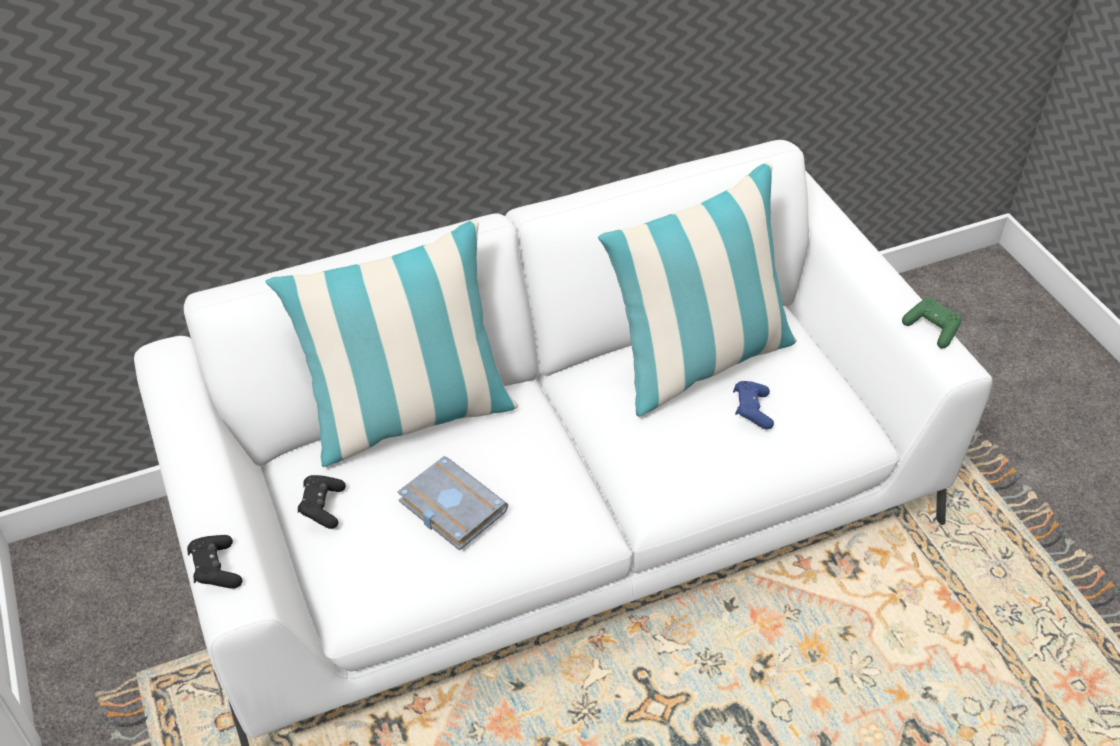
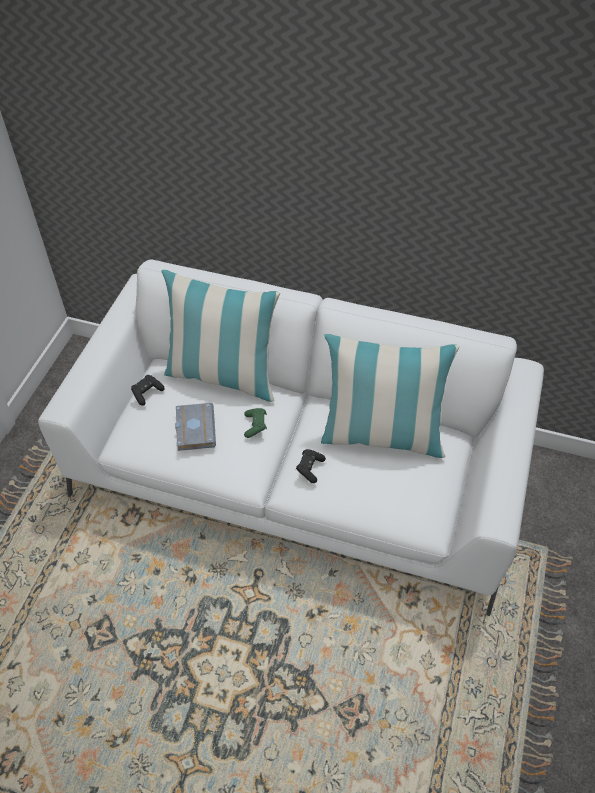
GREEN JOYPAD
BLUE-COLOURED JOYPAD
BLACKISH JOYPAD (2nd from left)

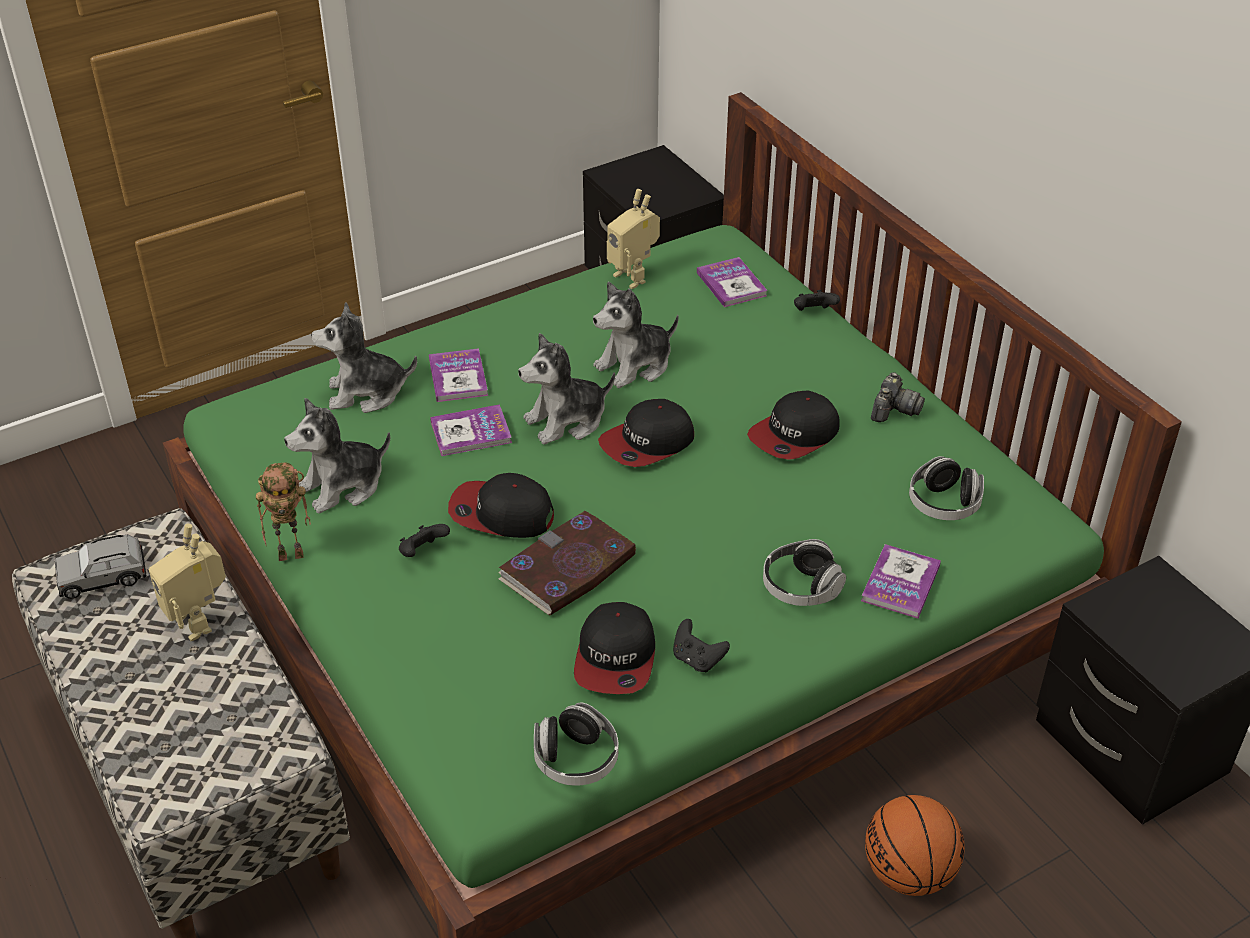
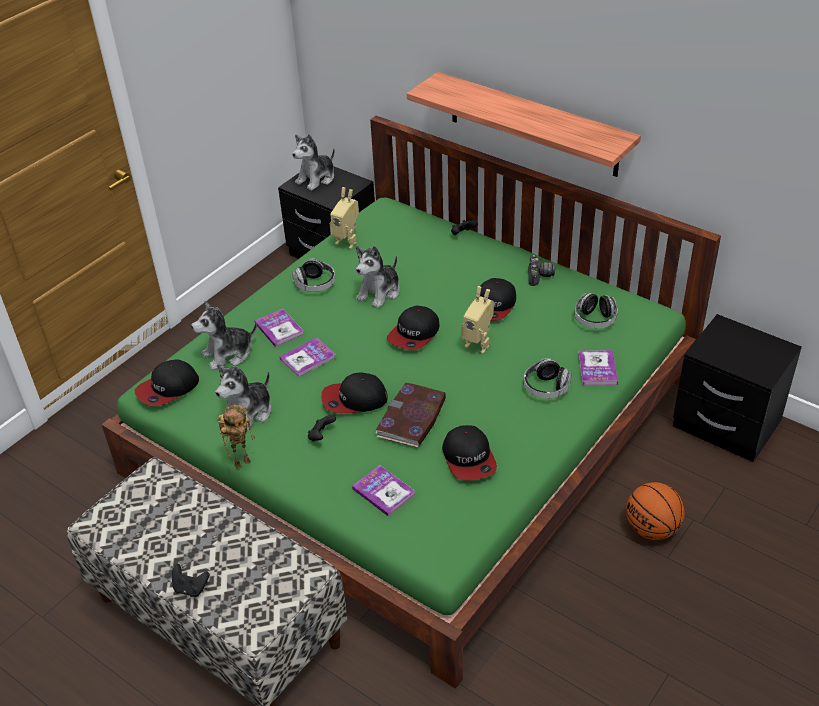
BOOK (3rd from left)
PLUSH TOY (3rd from left)
MODEL ROBOT (3rd from left)
GREY TOY CAR
BLACKISH JOYPAD (1st from left)
PAIR OF HEADPHONES (1st from left)
BRACKET SHELF
CAP (1st from left)

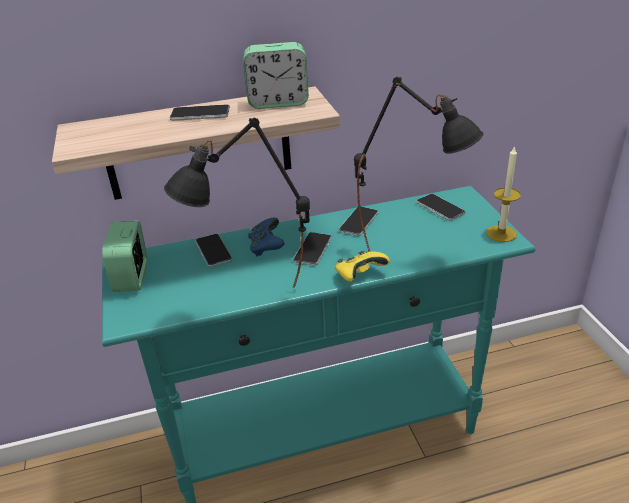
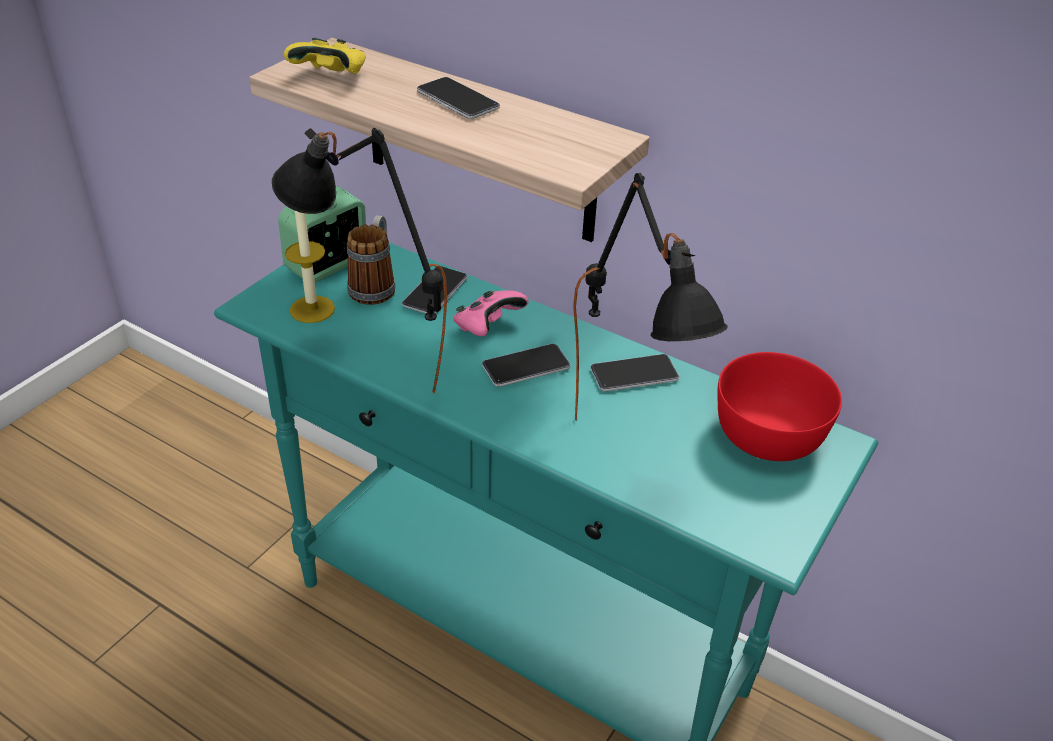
BEDSIDE CLOCK (2nd from left in the first image)
WAX LIGHT
RED-COLOURED DEEP DISH
PINKISH JOYPAD
YELLOW-COLOURED JOYPAD
MUG

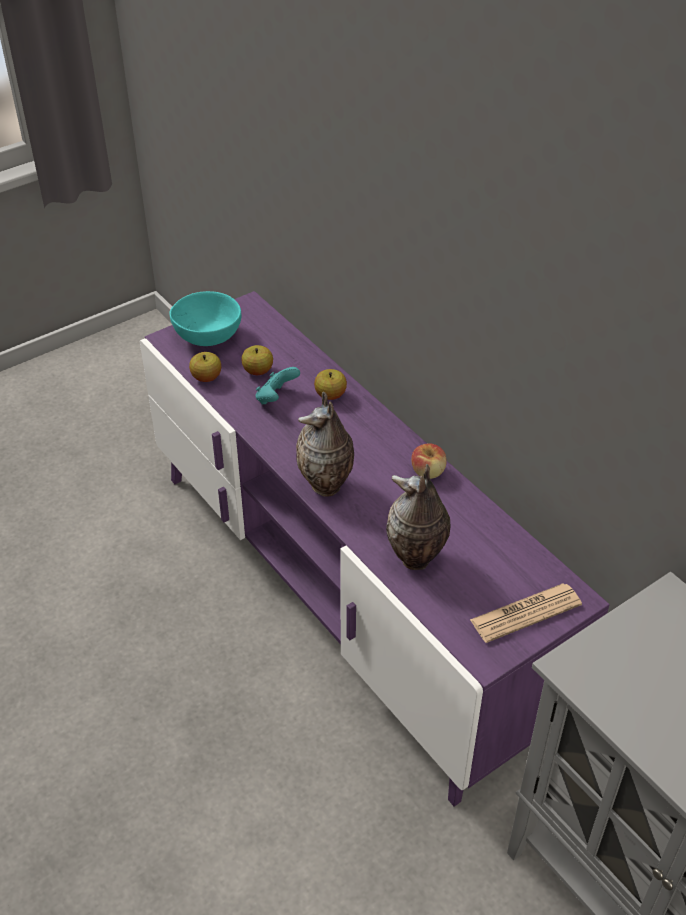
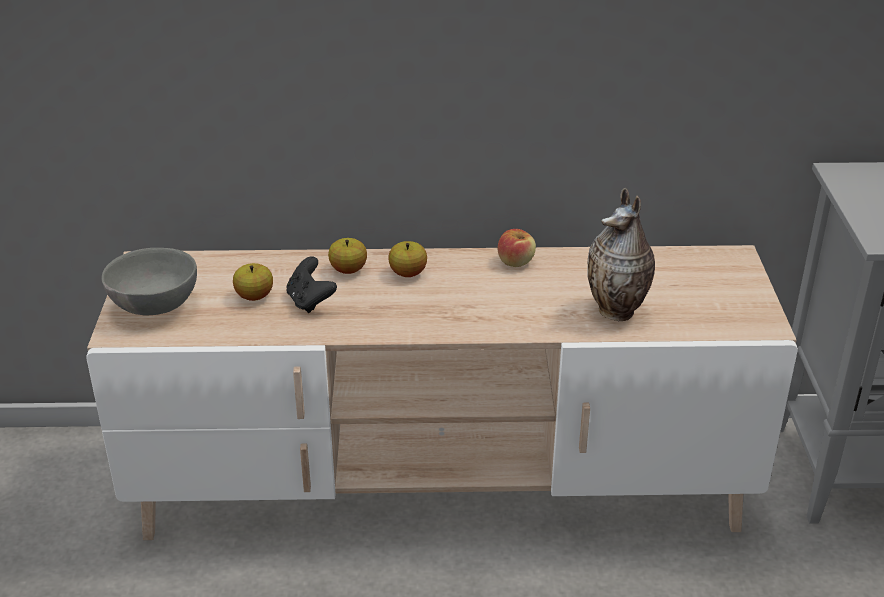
BEIGE TV STAND
GREY DEEP DISH
WHOLE APPLE (3rd from left)
BLACKISH JOYPAD
FLOWER VASE (1st from left in the first image)
NEWSPAPER

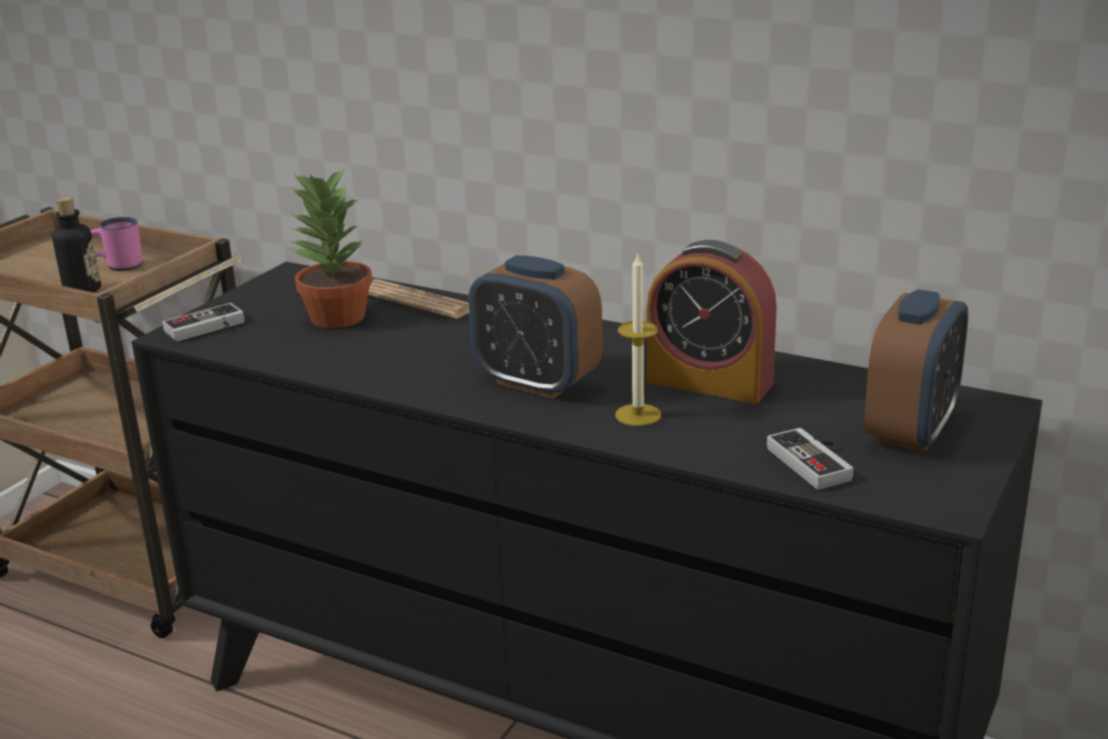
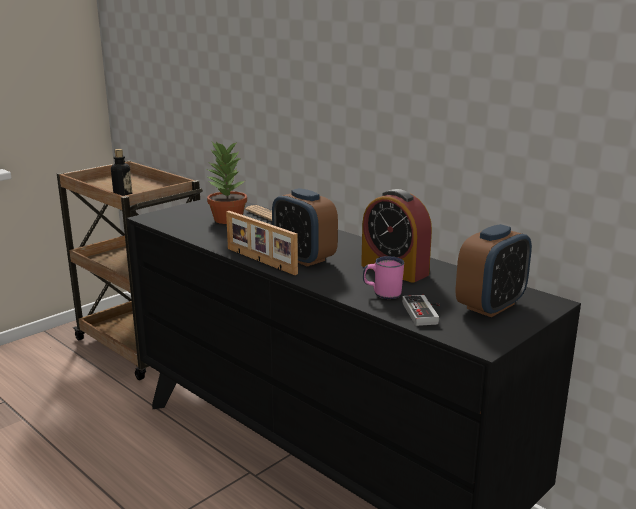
PINKISH MUG
WAX LIGHT
JOYPAD (1st from left in the first image)
PICTURE FRAME

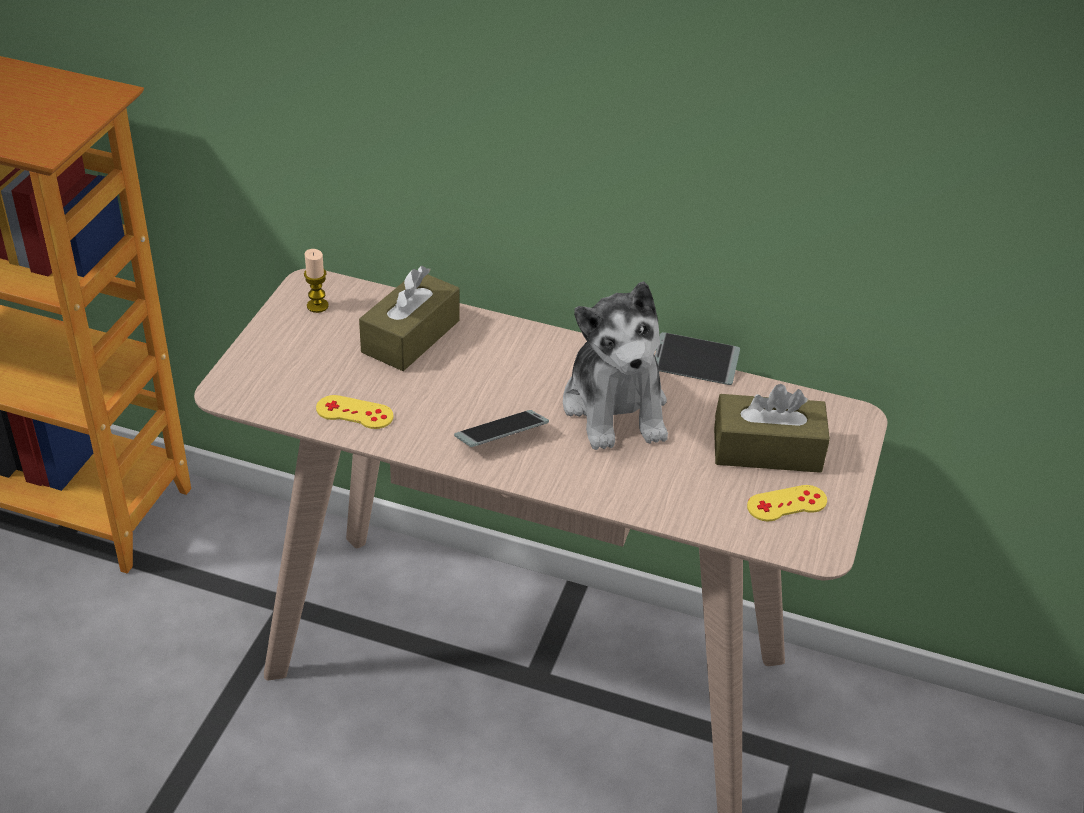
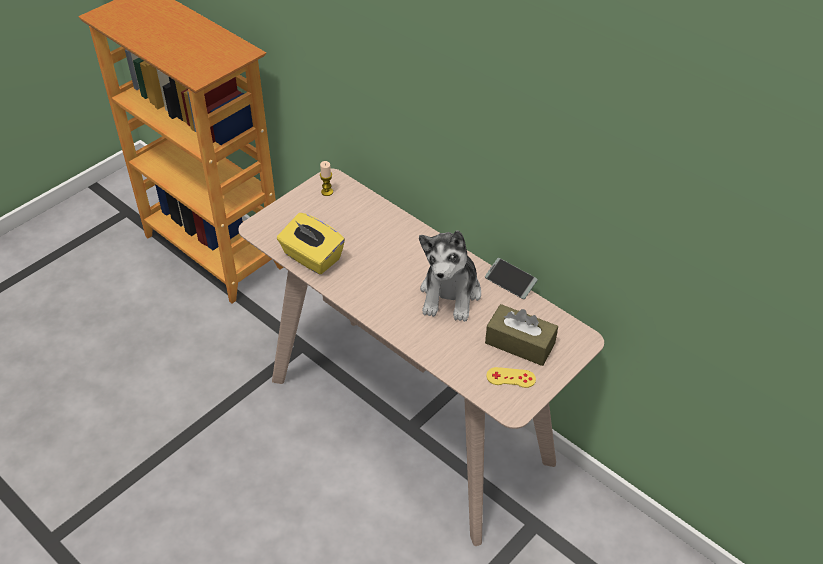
BROWNISH BOX OF TISSUES (1st from left in the first image)
YELLOW-COLOURED BOX OF TISSUES
HANDSET (1st from left in the first image)

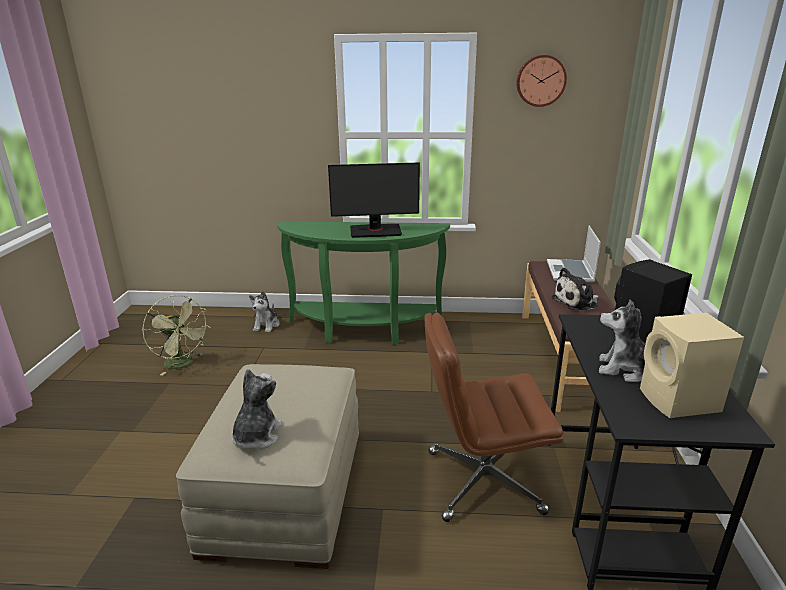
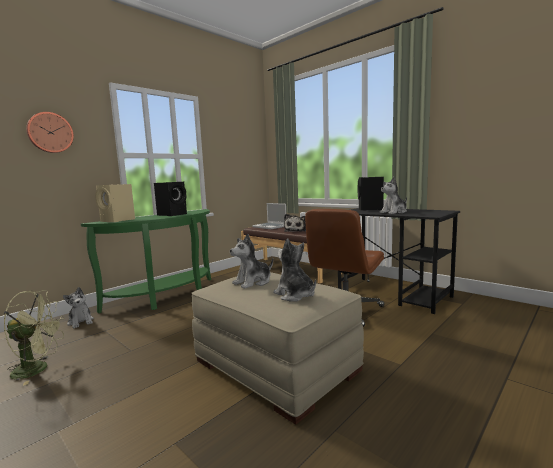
HANGING CLOCK
BLACKISH AUDIO SPEAKER (1st from left)
BEIGE AUDIO SPEAKER
PLUSH TOY (2nd from left)

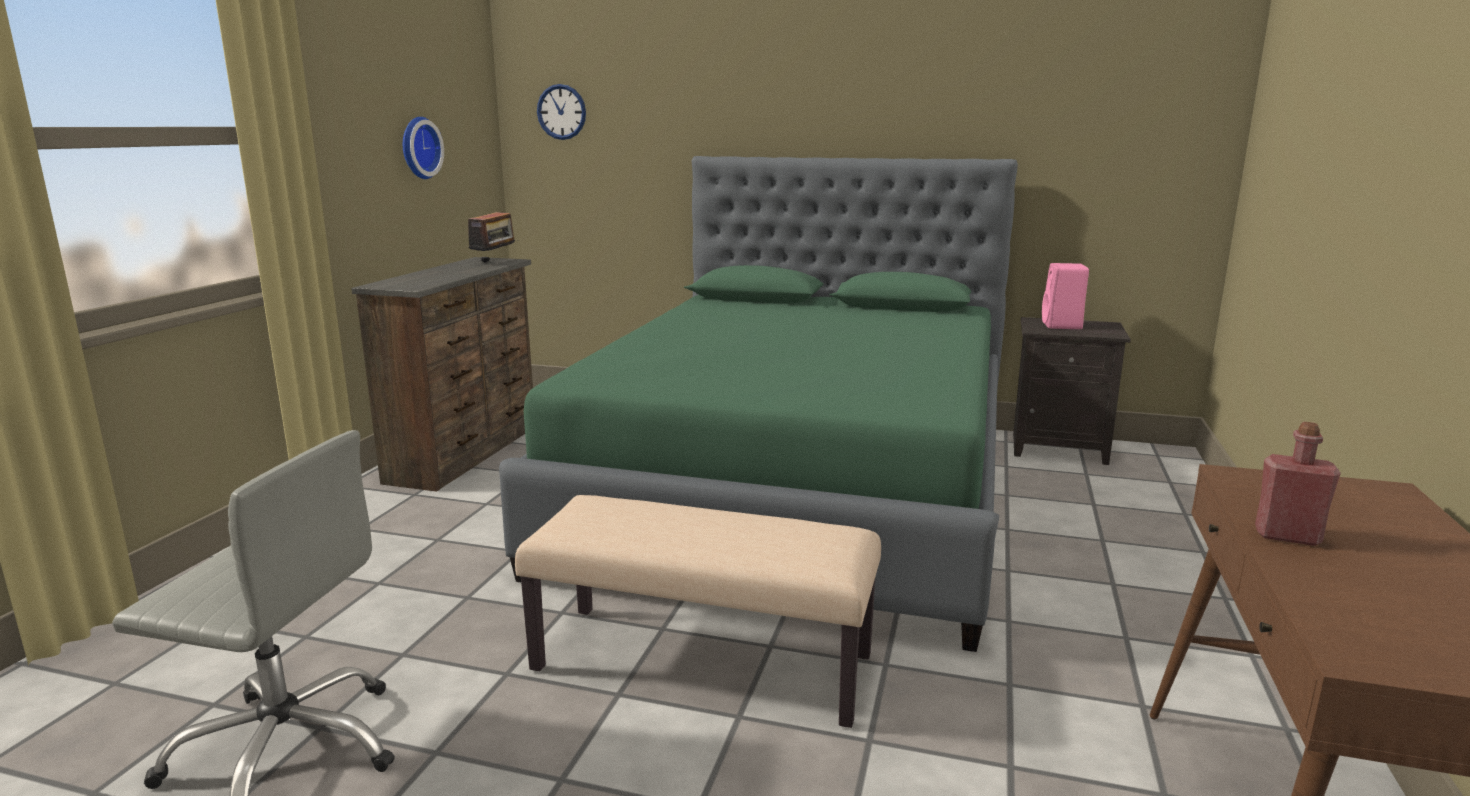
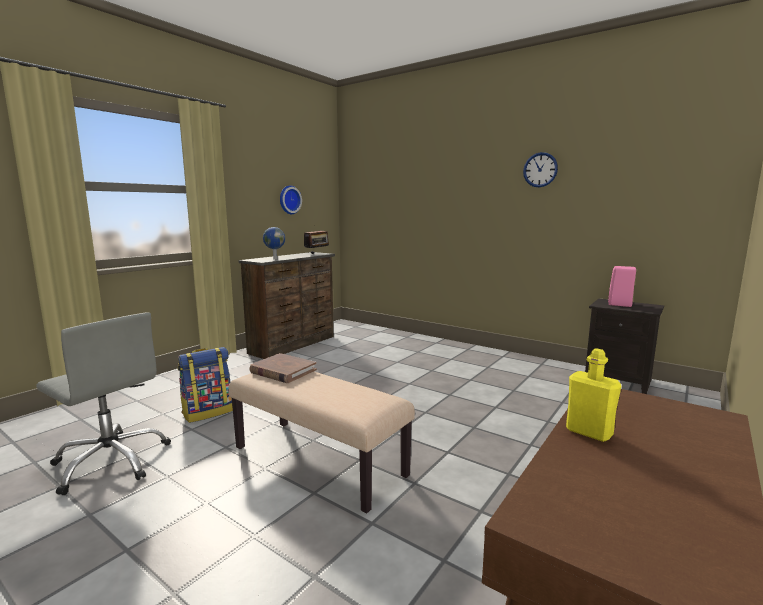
HANGING CLOCK (2nd from left)
GREEN SLEEPING BED
YELLOW-COLOURED BEVERAGE BOTTLE
DESK GLOBE
BACKPACK
BROWNISH BOOK

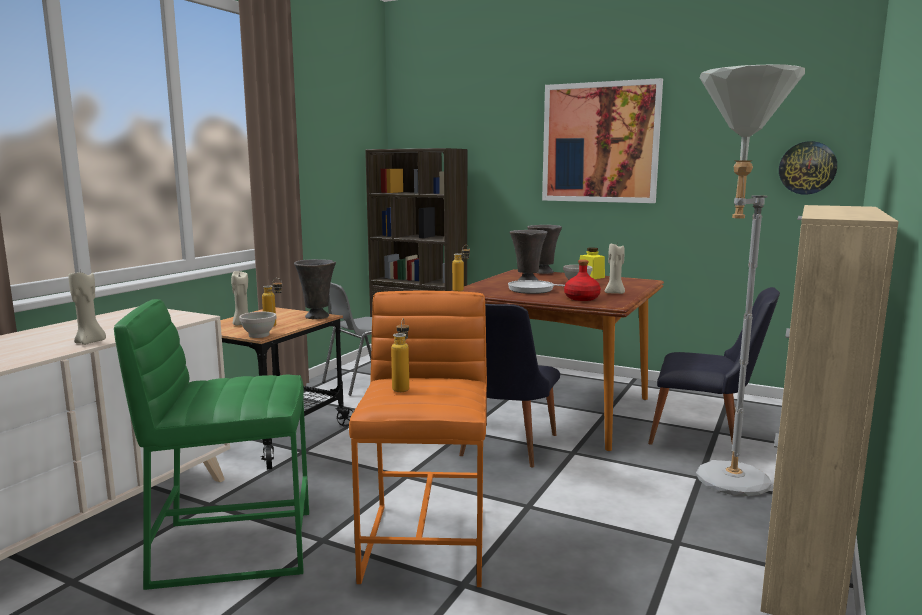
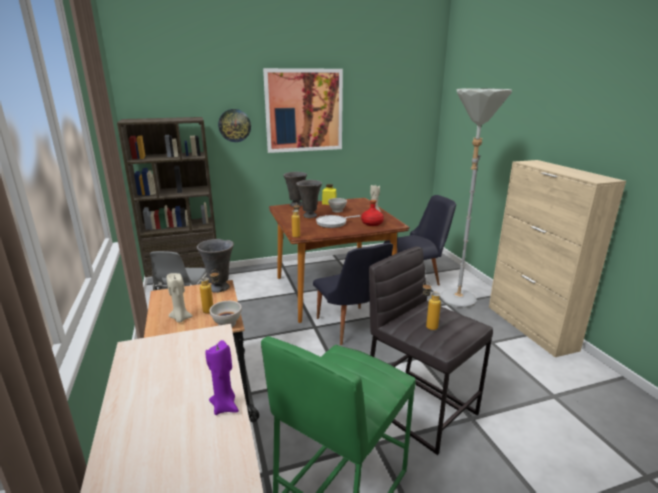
HANGING CLOCK
PURPLE-COLOURED WAX LIGHT
GREY STOOL SEAT

